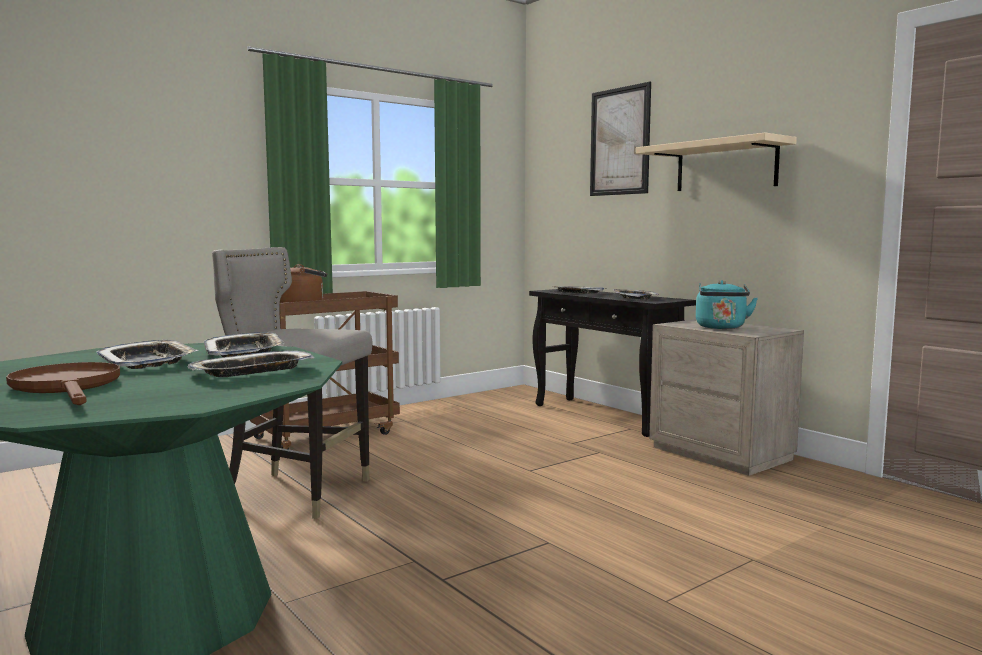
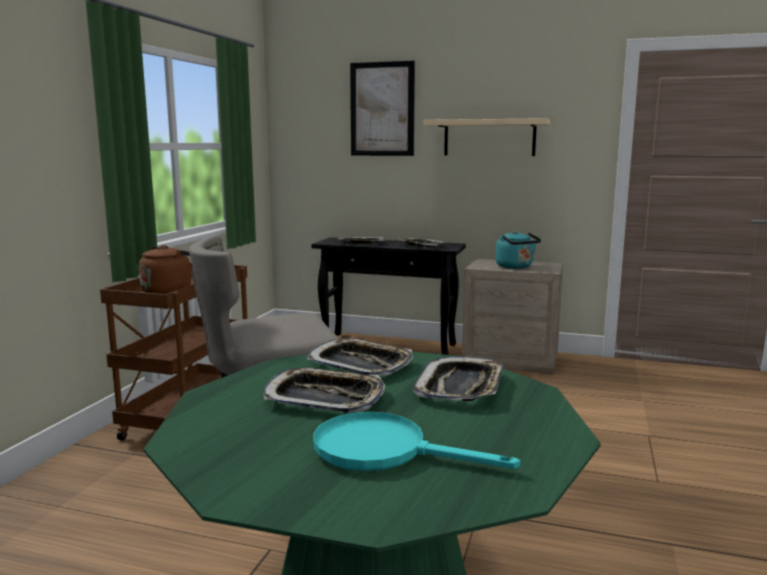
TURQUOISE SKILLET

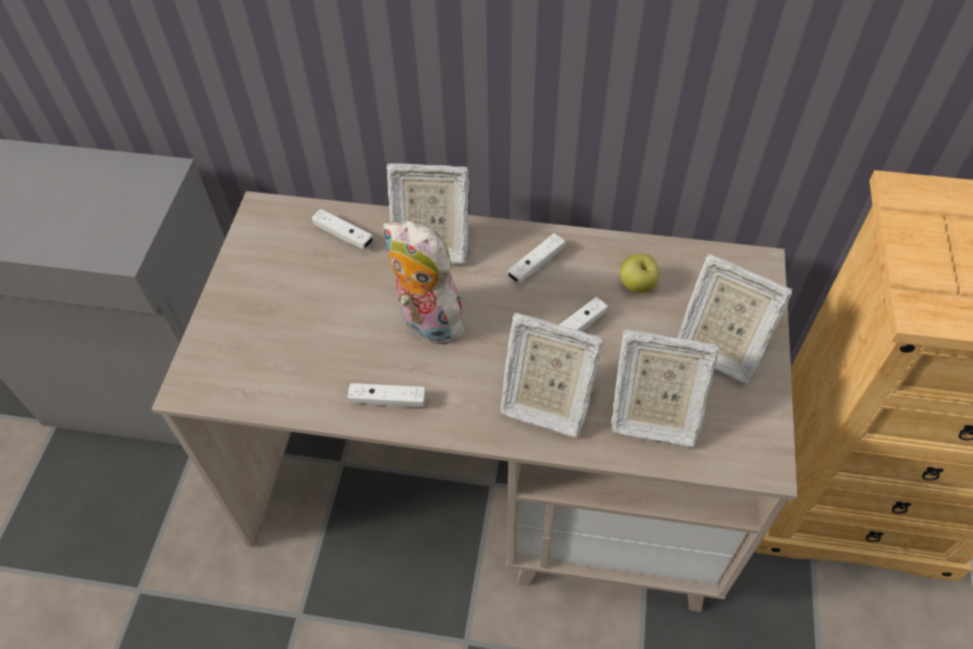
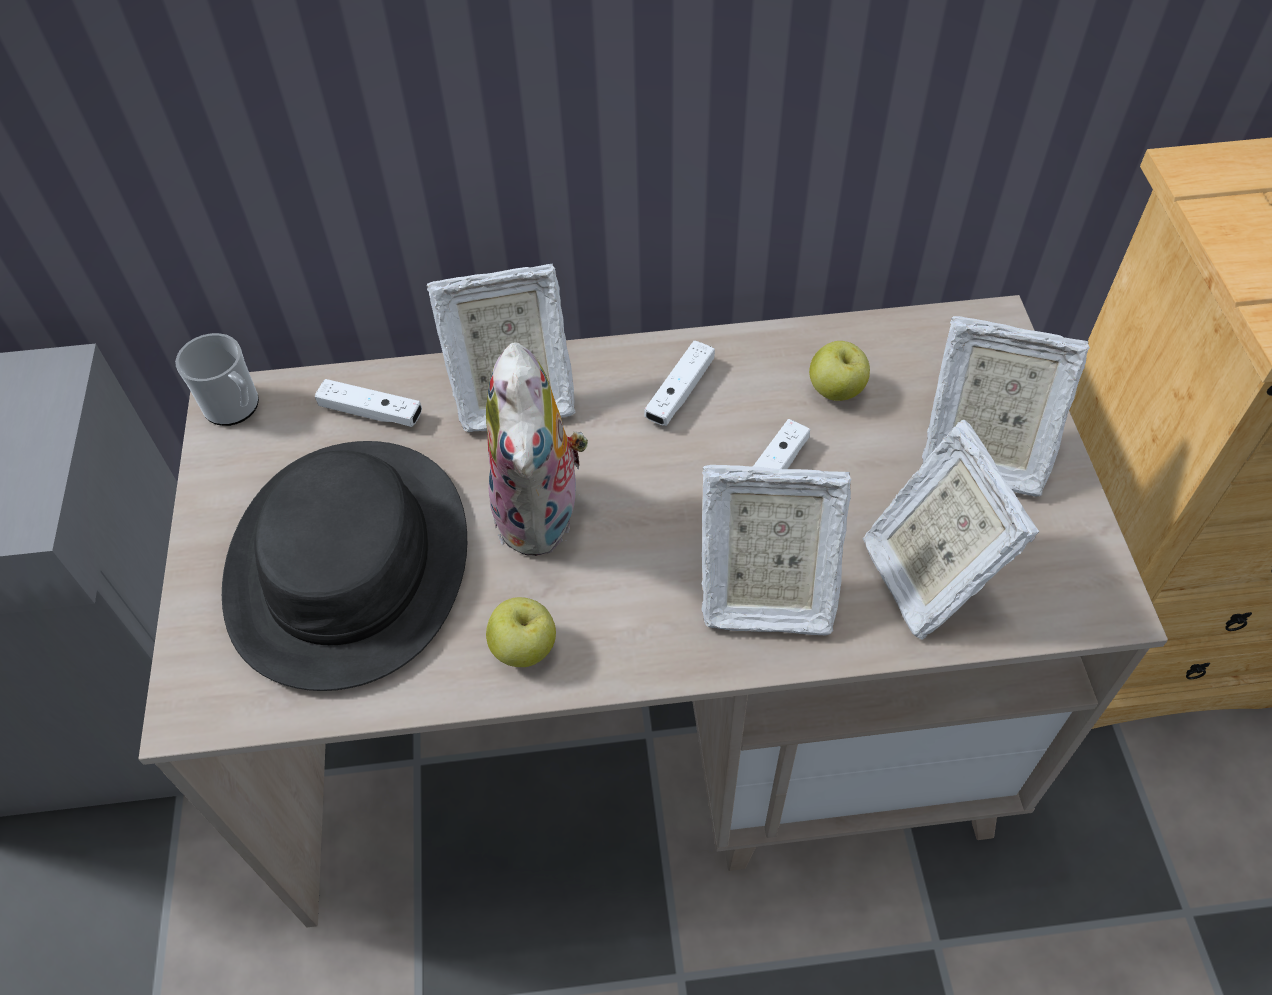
PLUSH TOY
PICTURE FRAME (3rd from left)
WHOLE APPLE (1st from left)
MUG
BLACKISH CLOTHING HAT

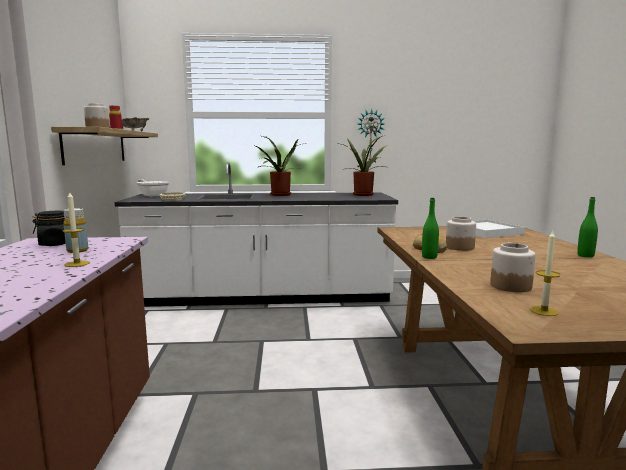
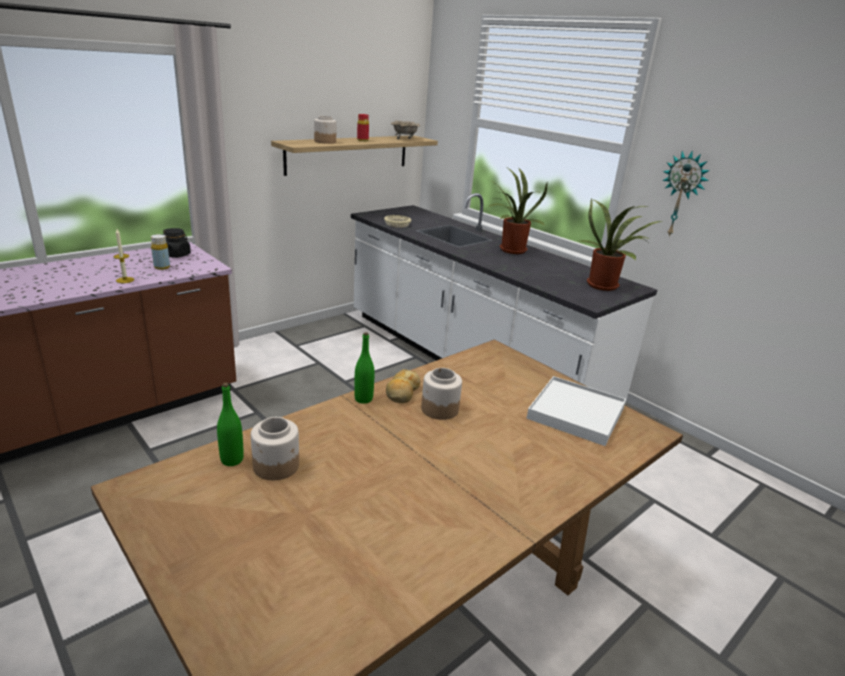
SKILLET
GREEN BEVERAGE BOTTLE (1st from left)
WAX LIGHT (2nd from left in the first image)

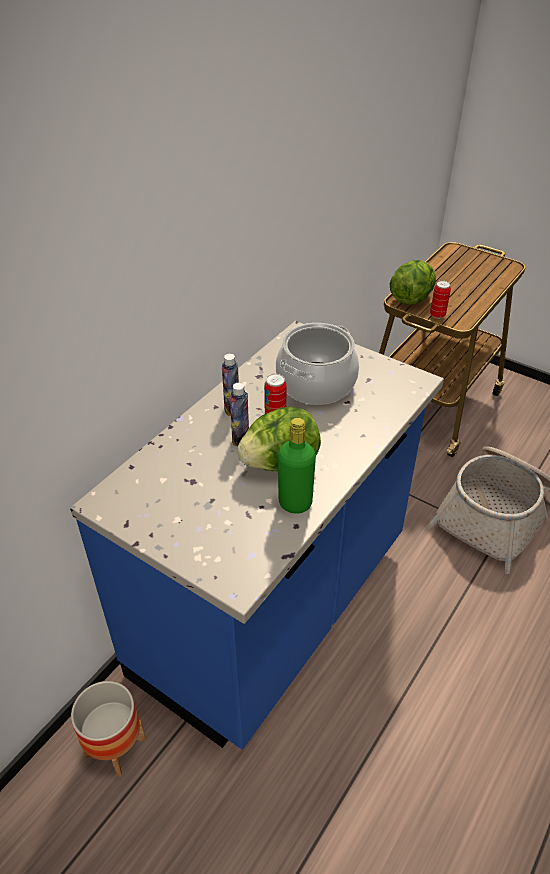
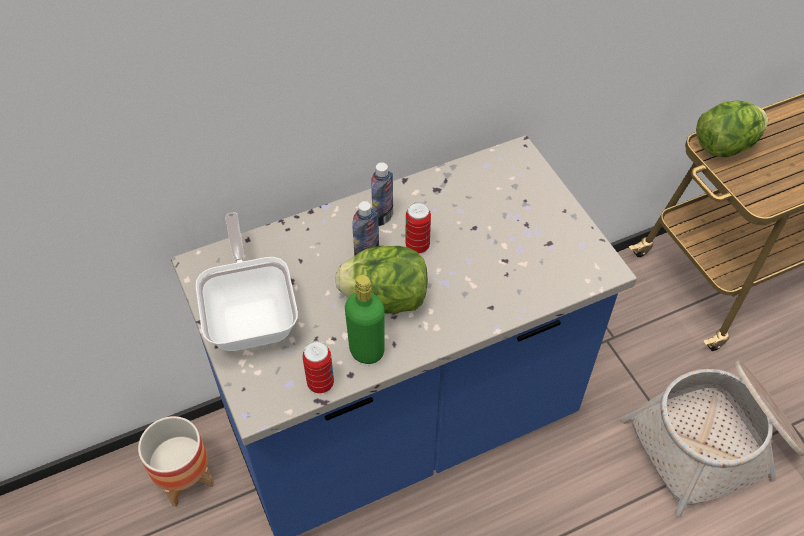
METAL CAN (1st from left)
COOKING POT
SKILLET

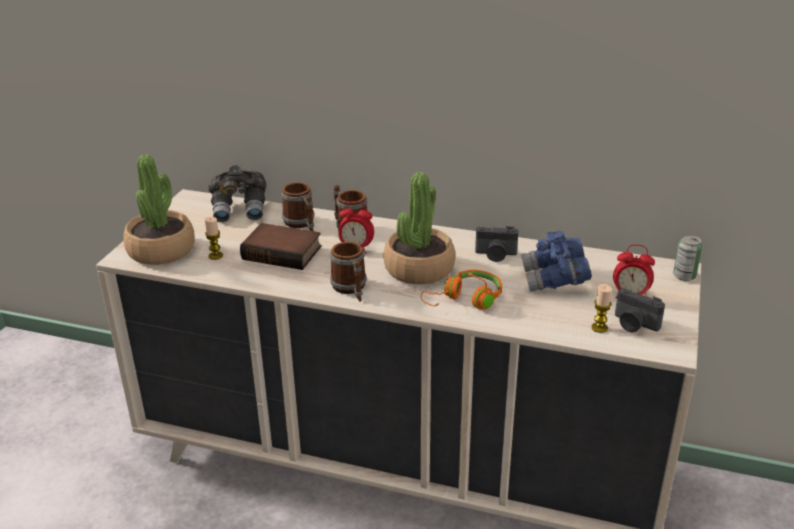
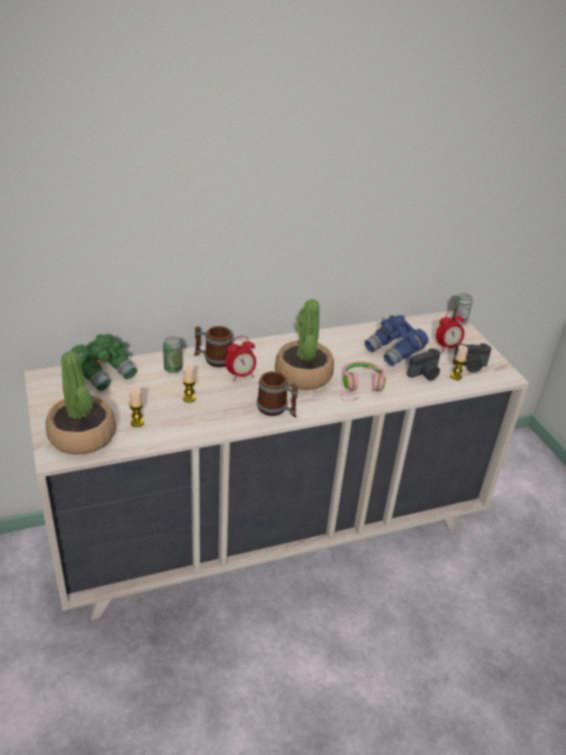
GREEN BINOCULARS
METAL CAN (1st from left)
WAX LIGHT (2nd from left)
STILL CAMERA (1st from left)
PINKISH PAIR OF HEADPHONES

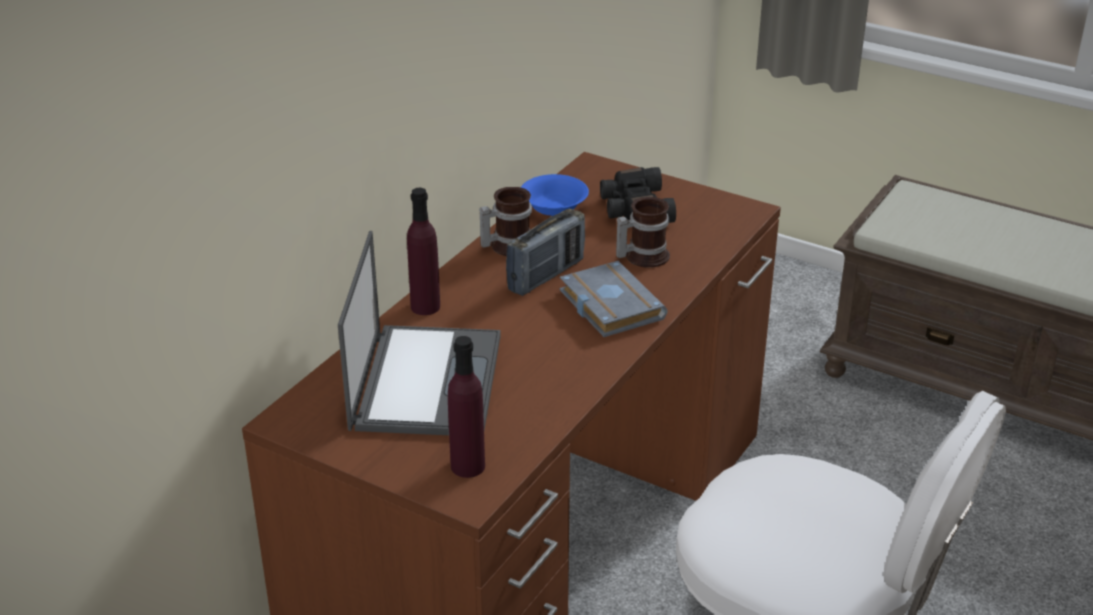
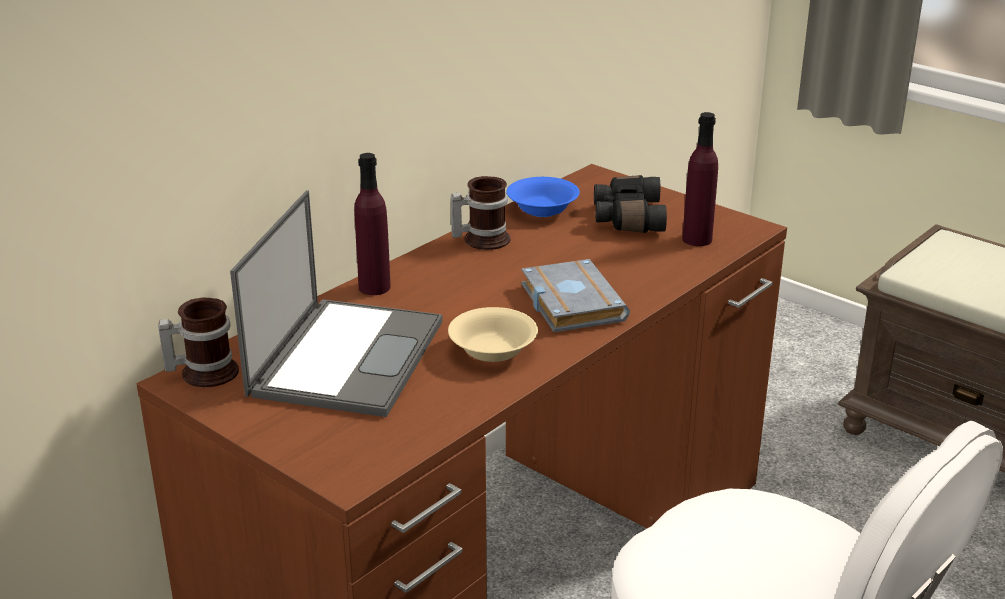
MUG (1st from left)
RADIO RECEIVER
PURPLE-COLOURED BEVERAGE BOTTLE (2nd from left)
BEIGE DEEP DISH

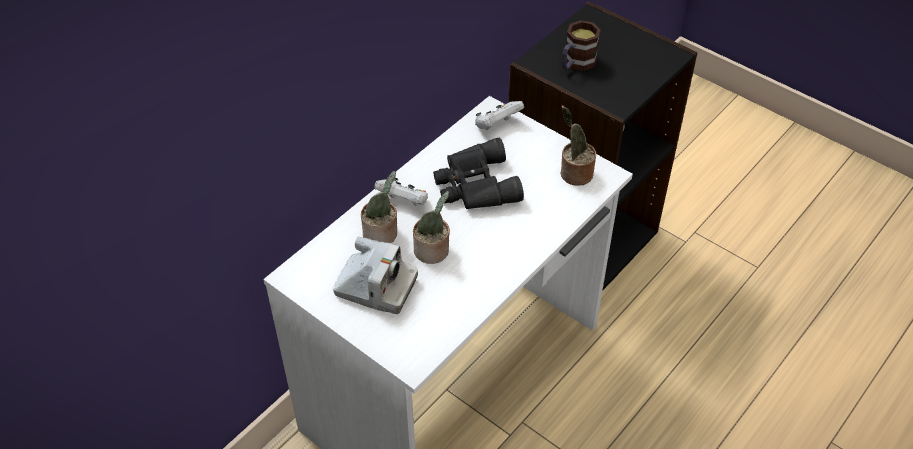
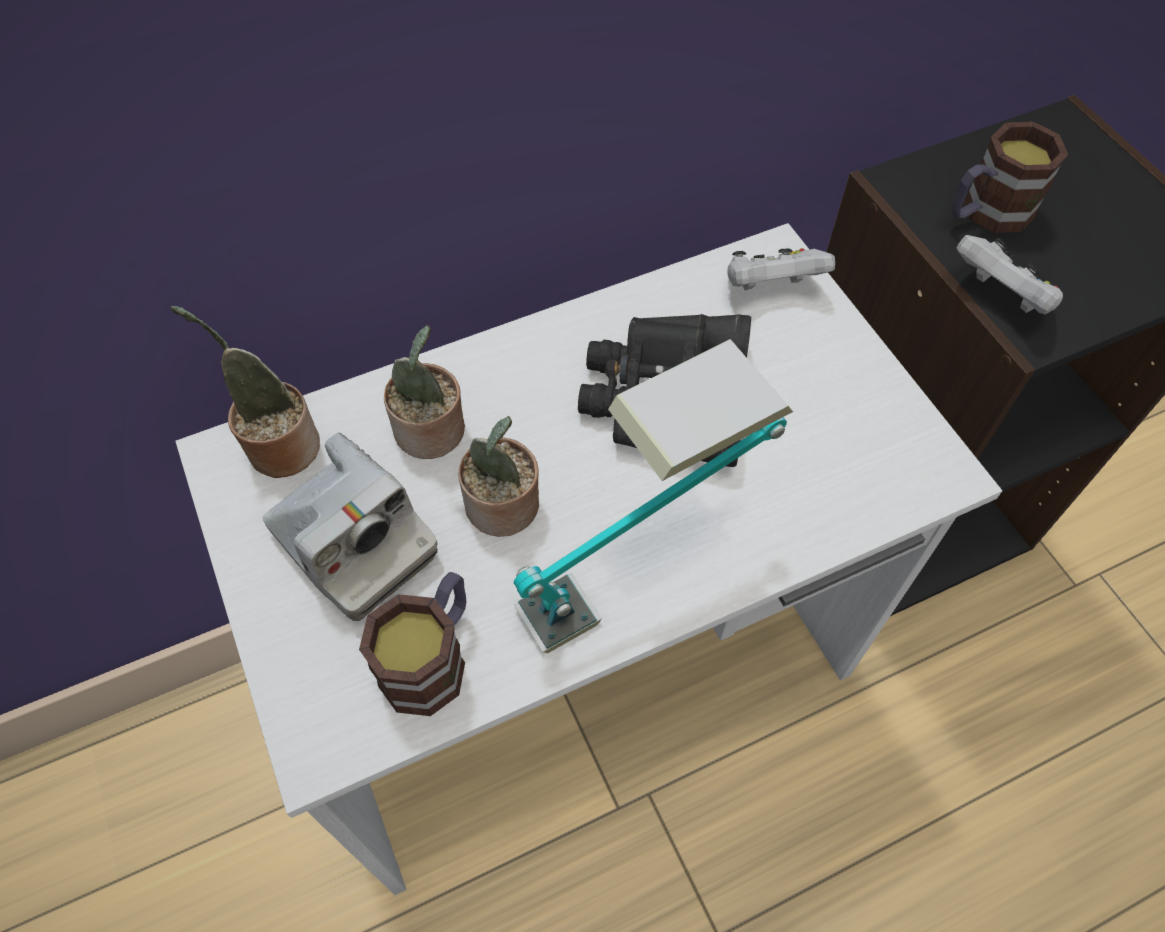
POTTED PLANT (1st from left)
WHITE JOYPAD (2nd from left)
LAMP FOR A TABLE
MUG (1st from left)

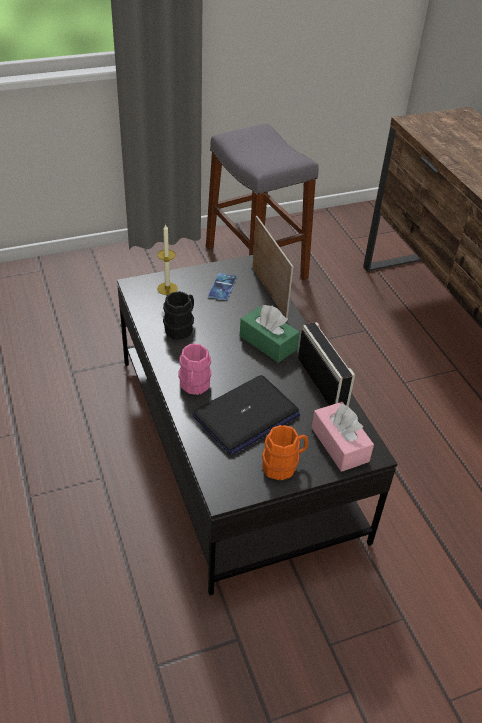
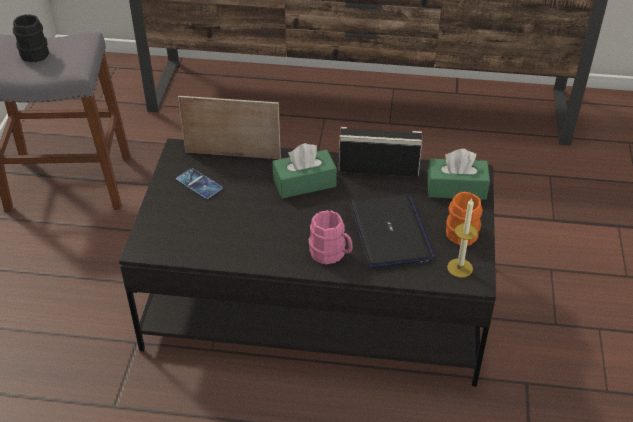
WAX LIGHT
BLACKISH MUG
GREEN BOX OF TISSUES (2nd from left)

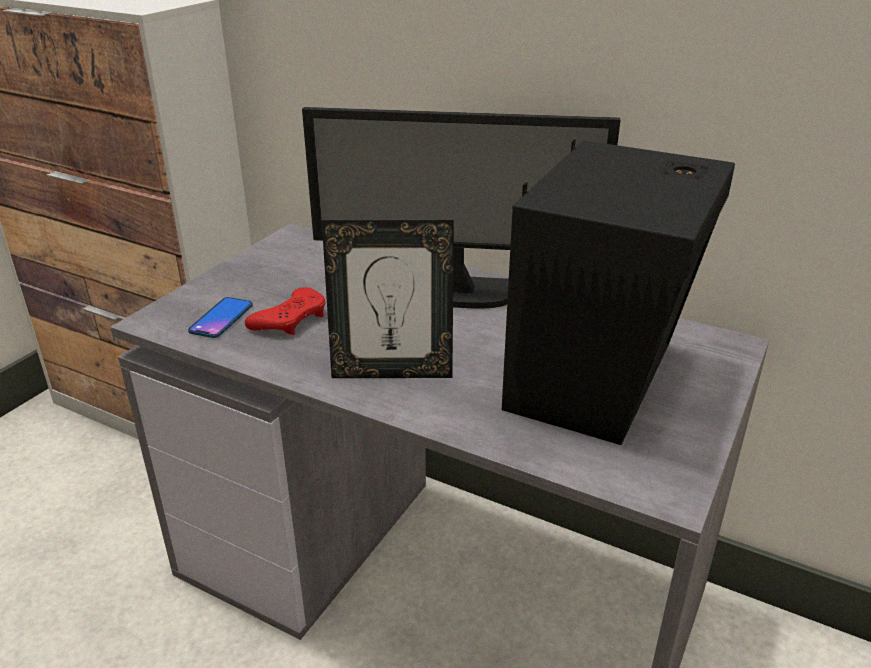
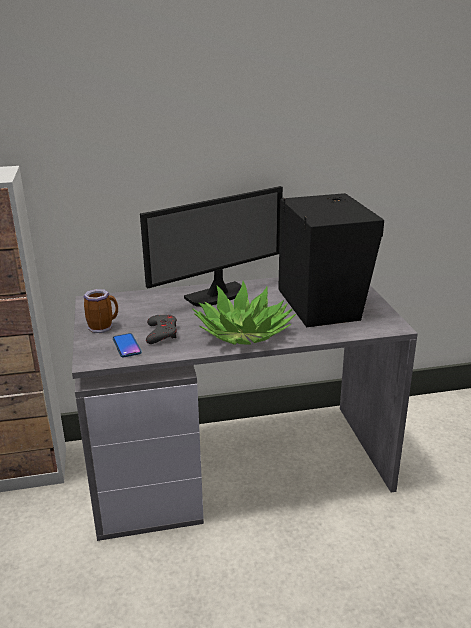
POTTED PLANT
GREY JOYPAD
MUG

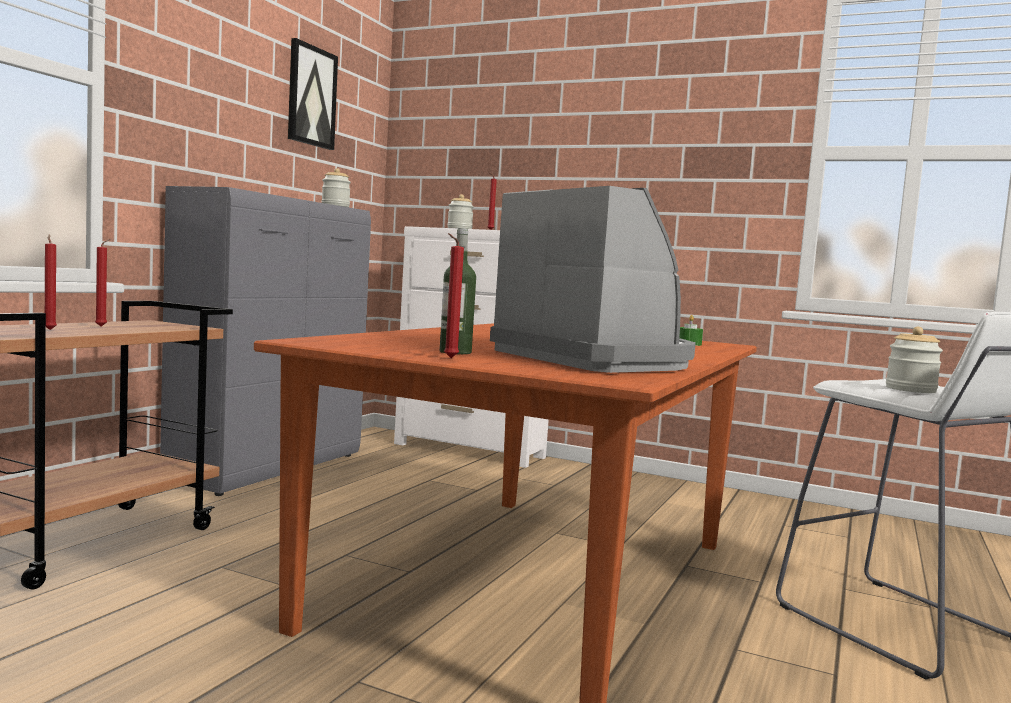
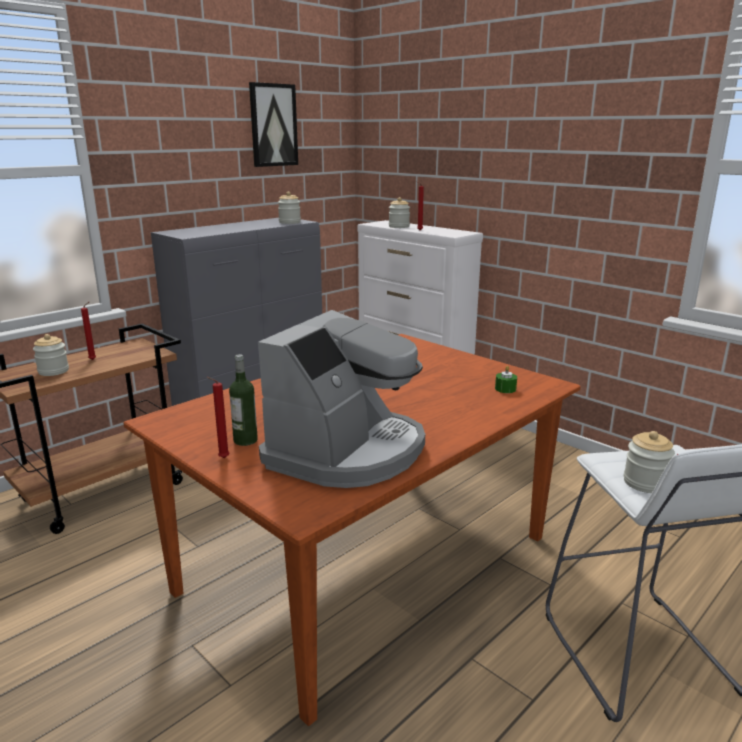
COFFEE BREWER
JAR (1st from left)

